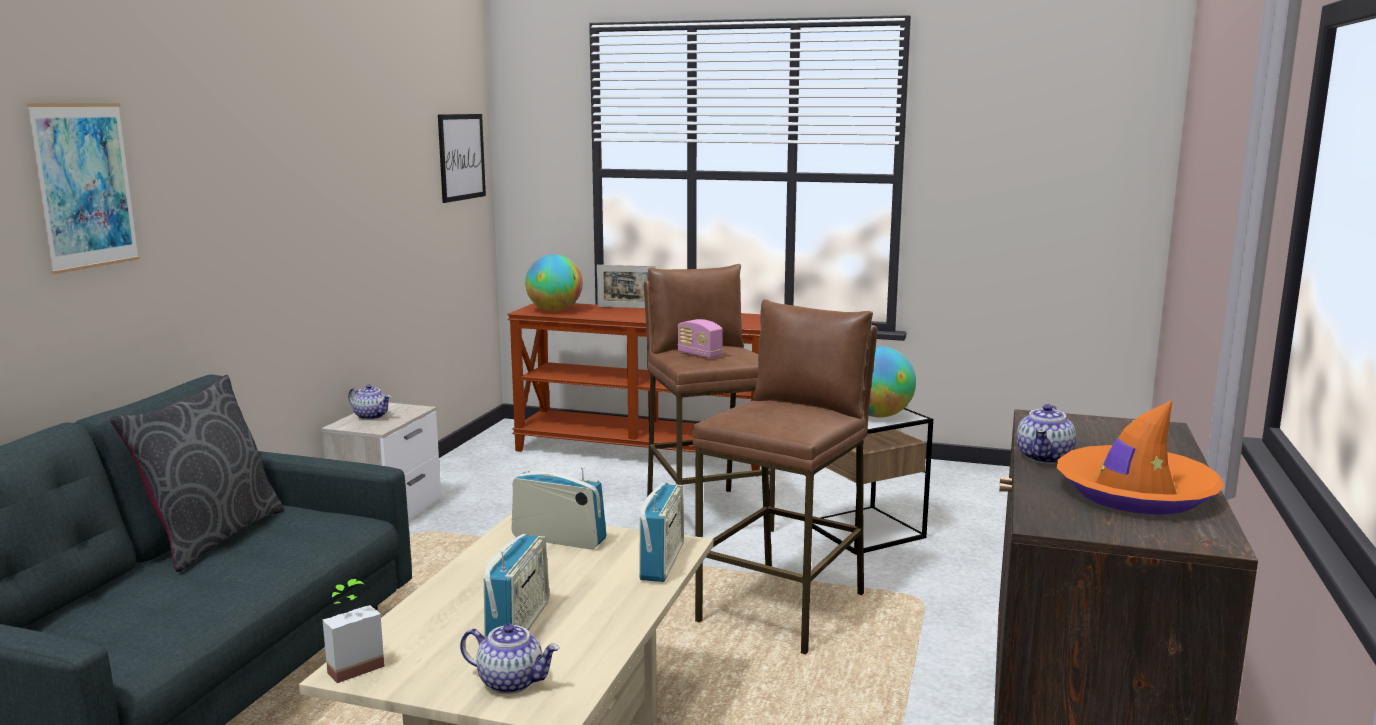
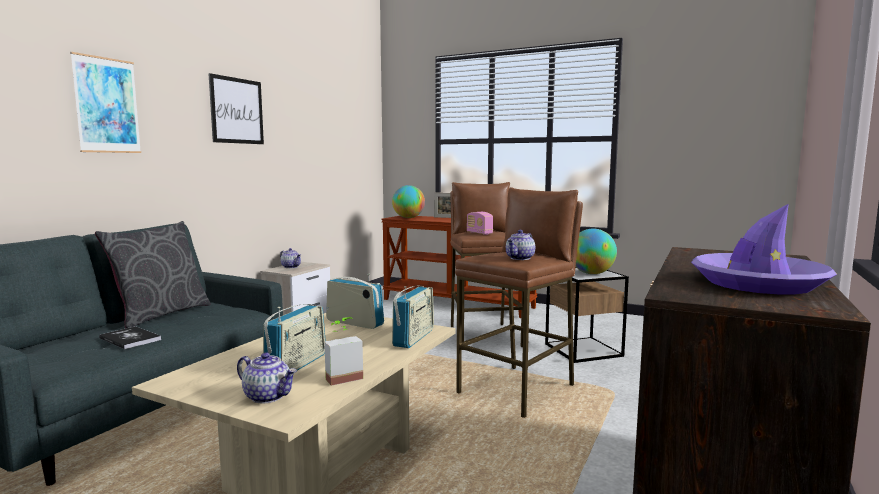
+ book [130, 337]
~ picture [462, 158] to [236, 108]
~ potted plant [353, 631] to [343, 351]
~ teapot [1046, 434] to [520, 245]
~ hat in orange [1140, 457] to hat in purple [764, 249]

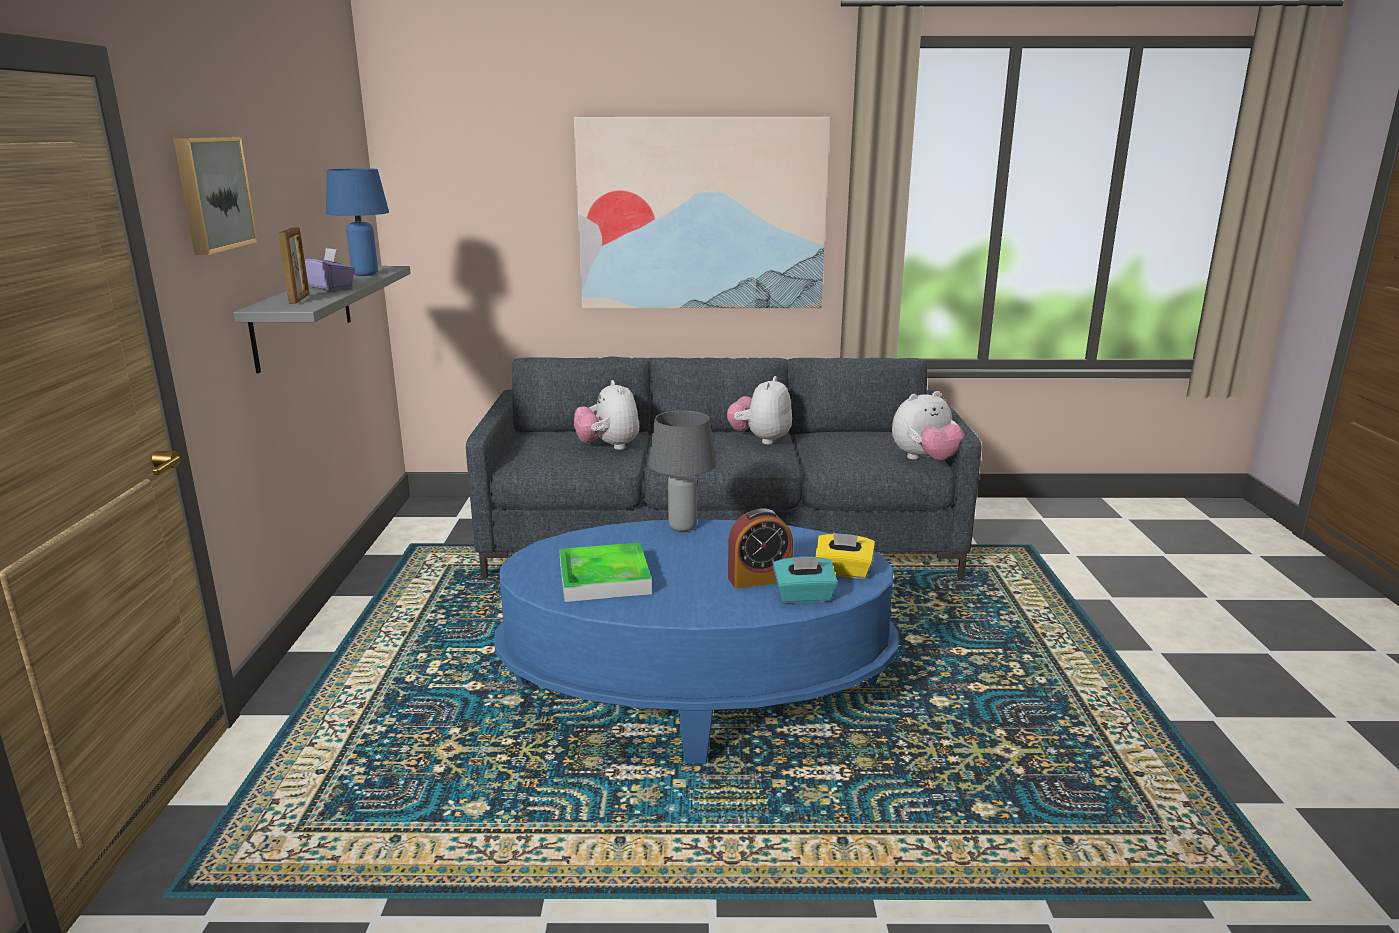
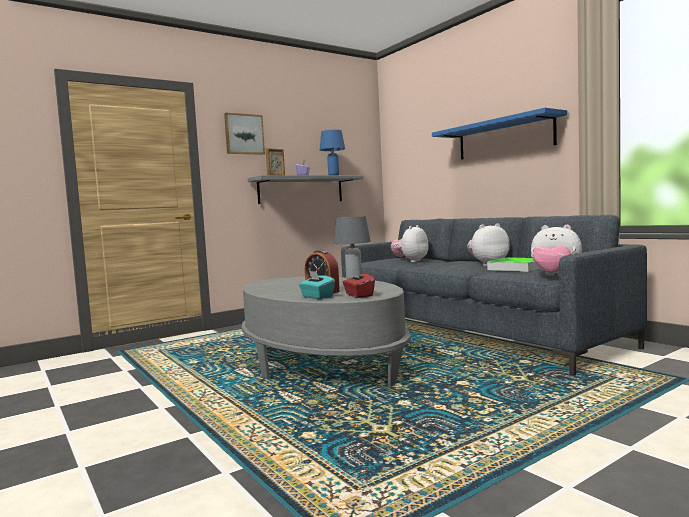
~ coffee table in blue [697, 641] to coffee table in grey [326, 332]
~ tissue box in yellow [845, 555] to tissue box in red [359, 283]
~ picture [702, 212] to shelf in blue [499, 133]
~ tray [605, 572] to [513, 264]

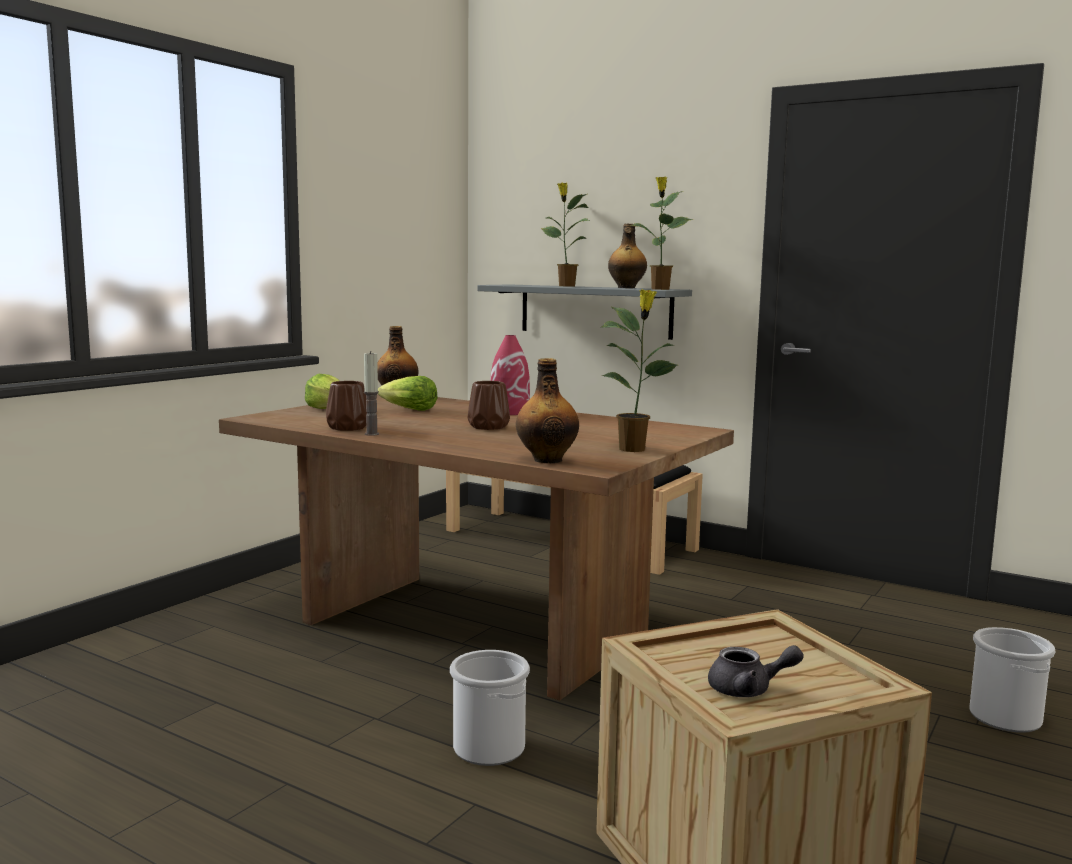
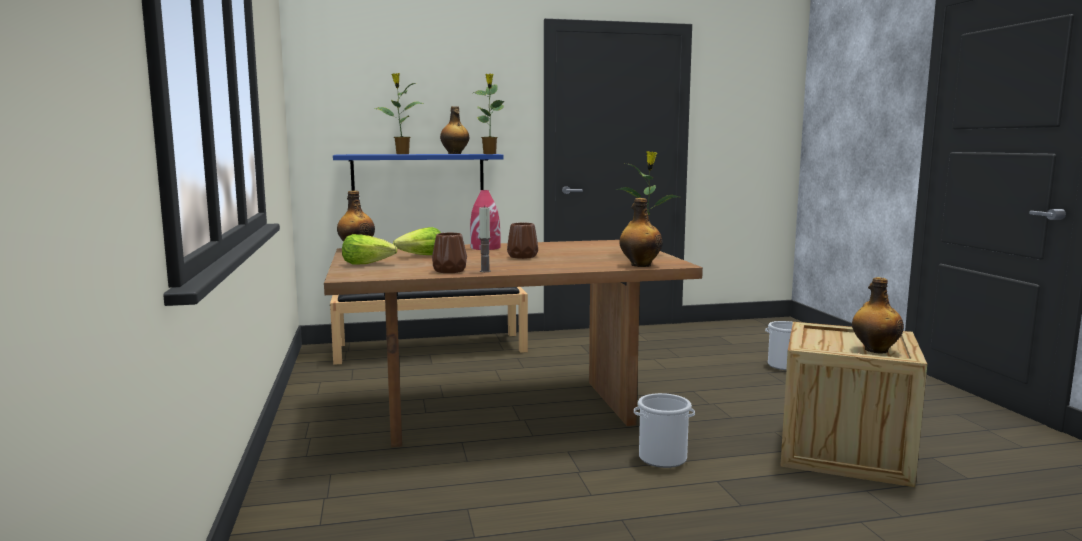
~ shelf in grey [584, 312] to shelf in blue [418, 172]
~ teapot in grey [756, 671] to bottle [878, 315]

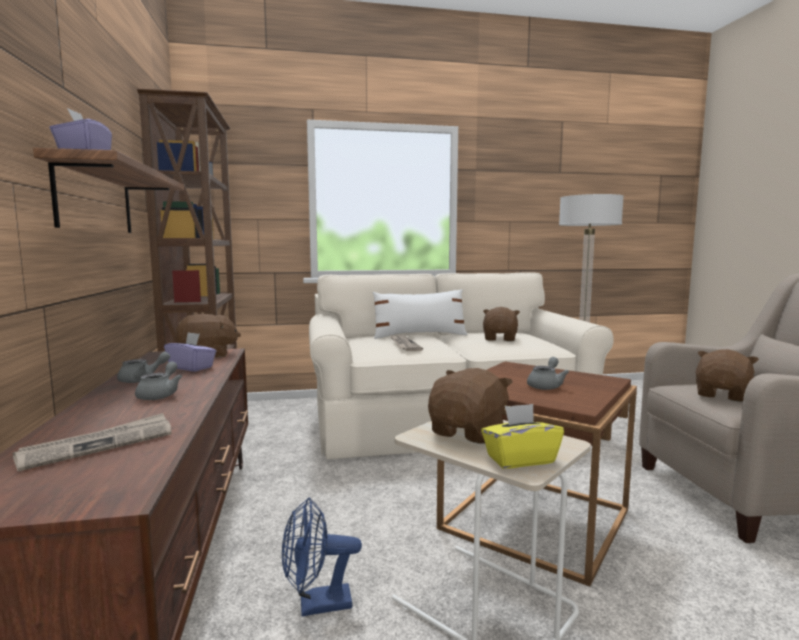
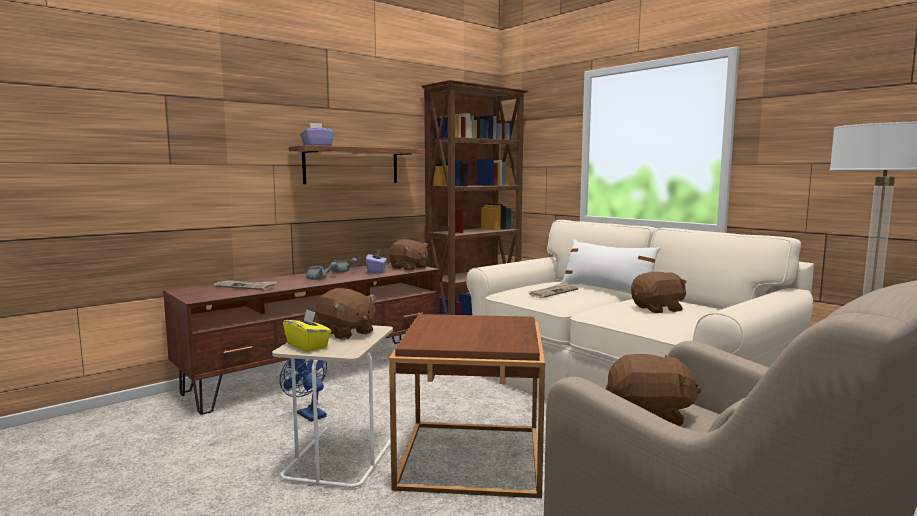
~ plush toy in brown [470, 406] = [346, 314] 45 degrees clockwise
- teapot in grey [548, 373]

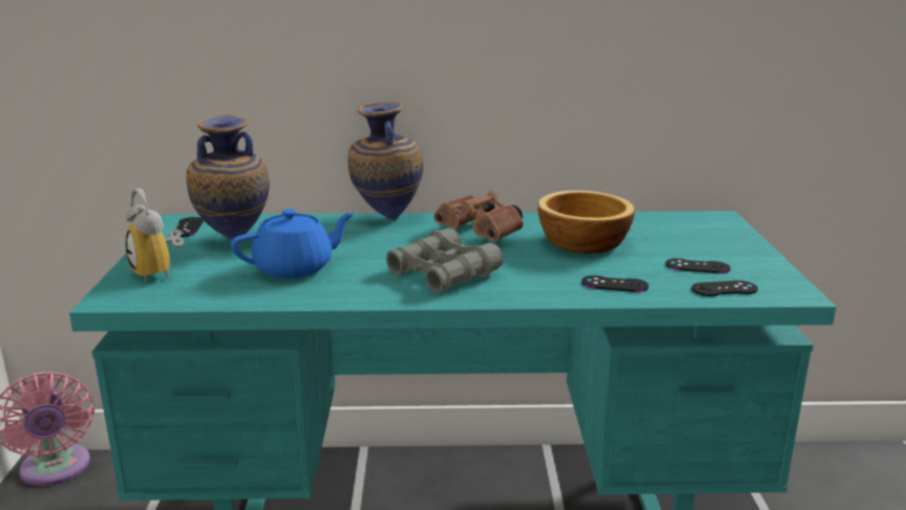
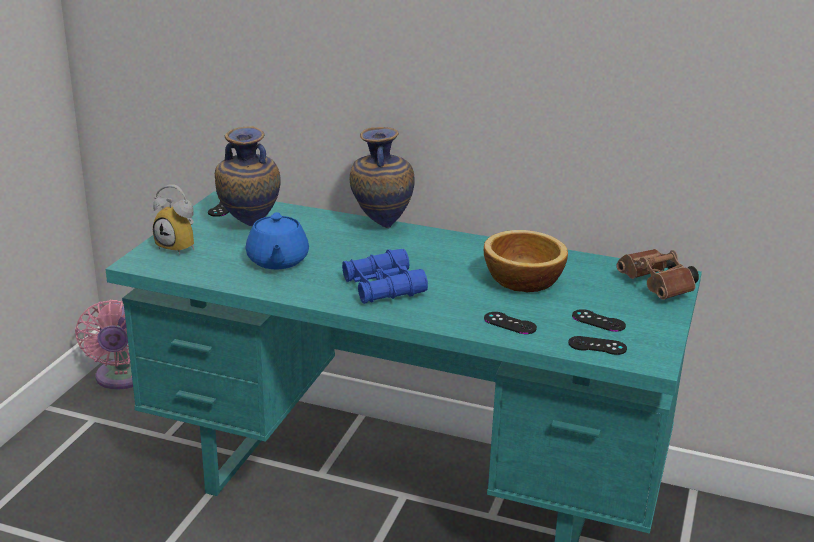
~ alarm clock [155, 235] = [173, 219] 45 degrees counterclockwise
~ teapot in blue [293, 244] = [277, 240] 90 degrees clockwise
~ binoculars in grey [444, 260] to binoculars in blue [385, 276]
~ binoculars in brown [478, 216] to [657, 274]

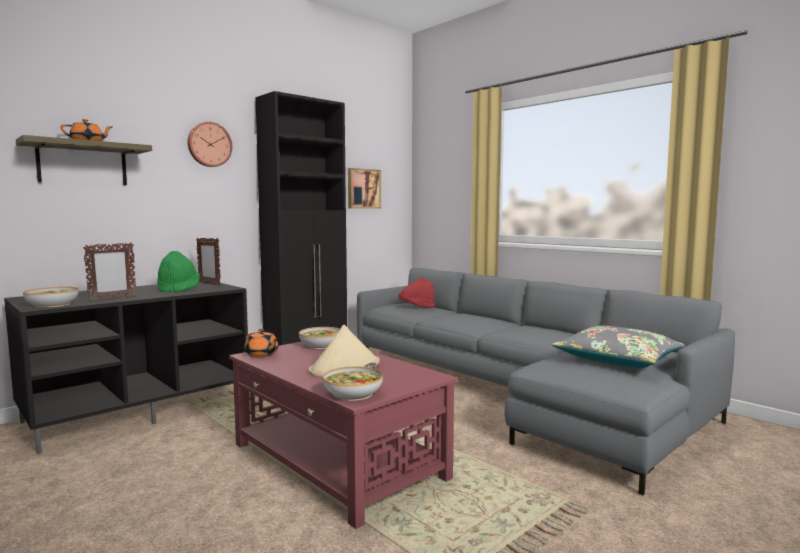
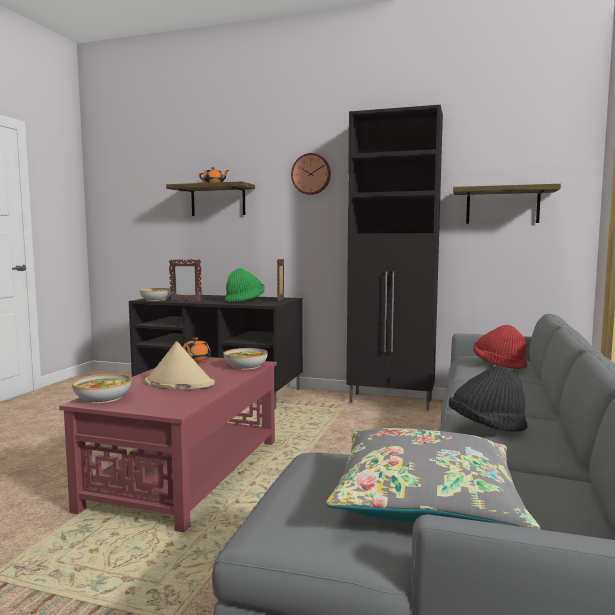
+ hat in black [488, 398]
~ picture [364, 188] to shelf [507, 204]

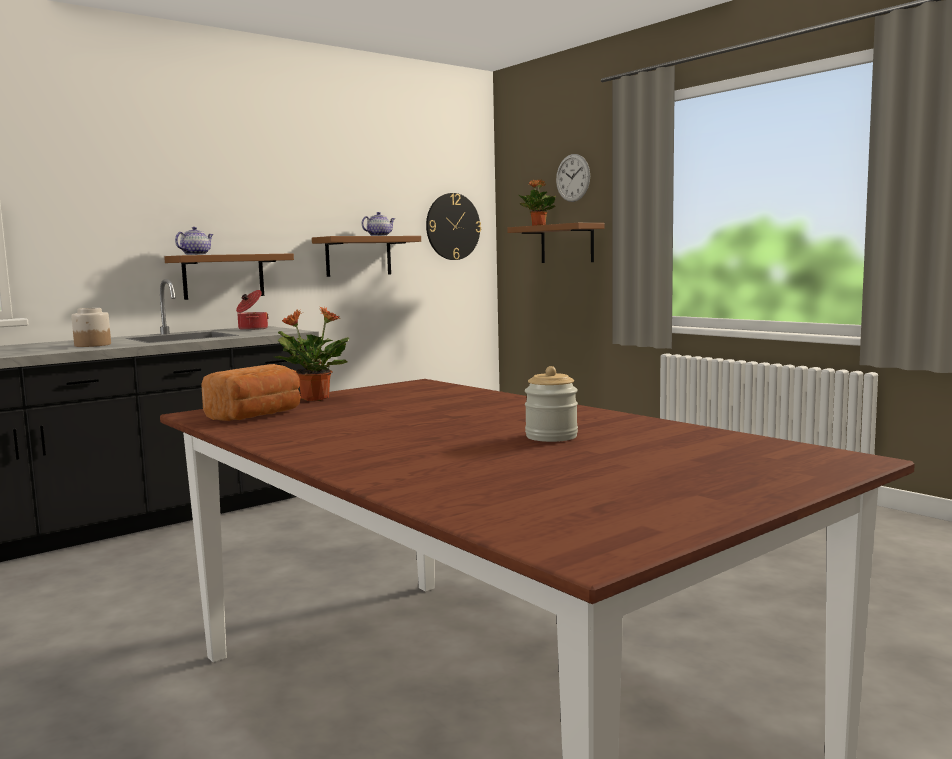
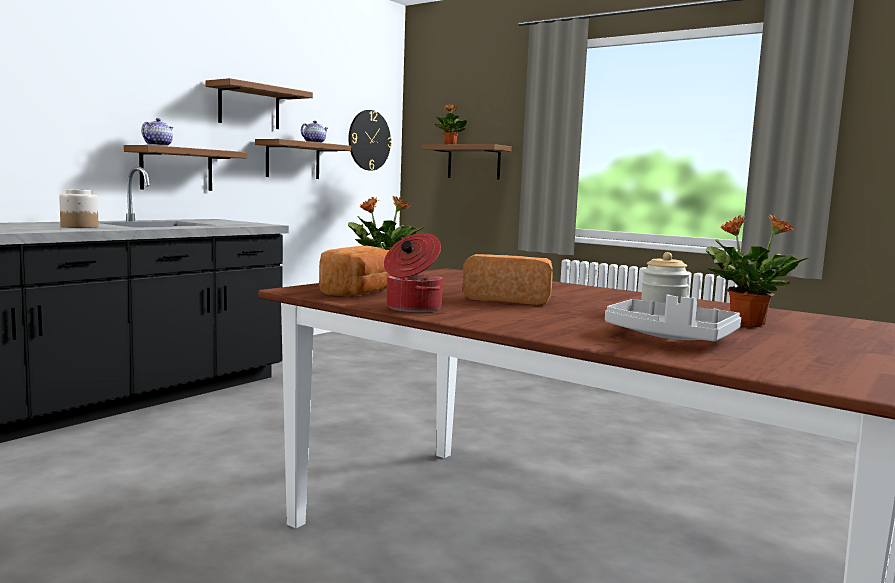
+ shelf in brown [259, 103]
~ cooking pot [252, 310] to [413, 272]
+ bread [507, 279]
+ tray in grey [673, 318]
+ potted plant [757, 270]
- wall clock [573, 178]

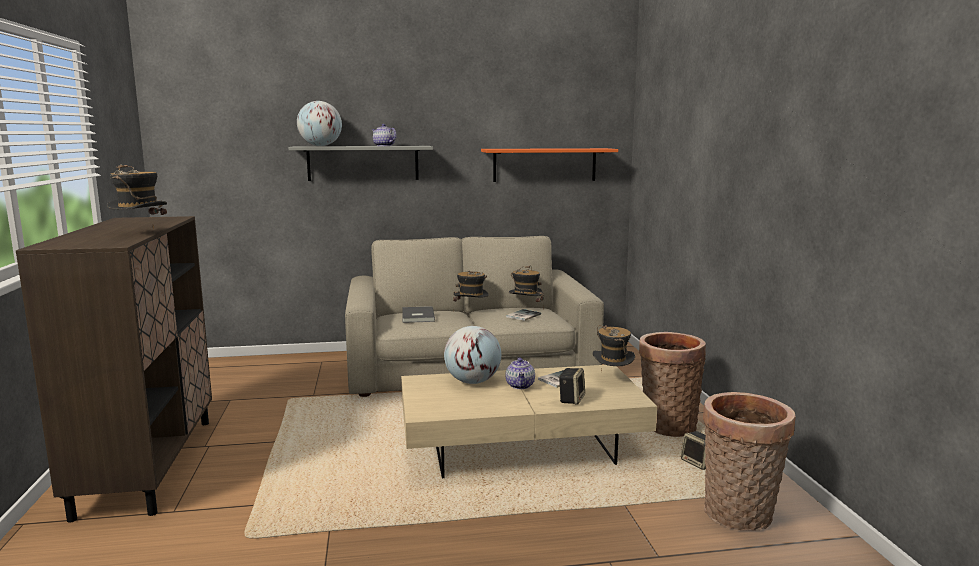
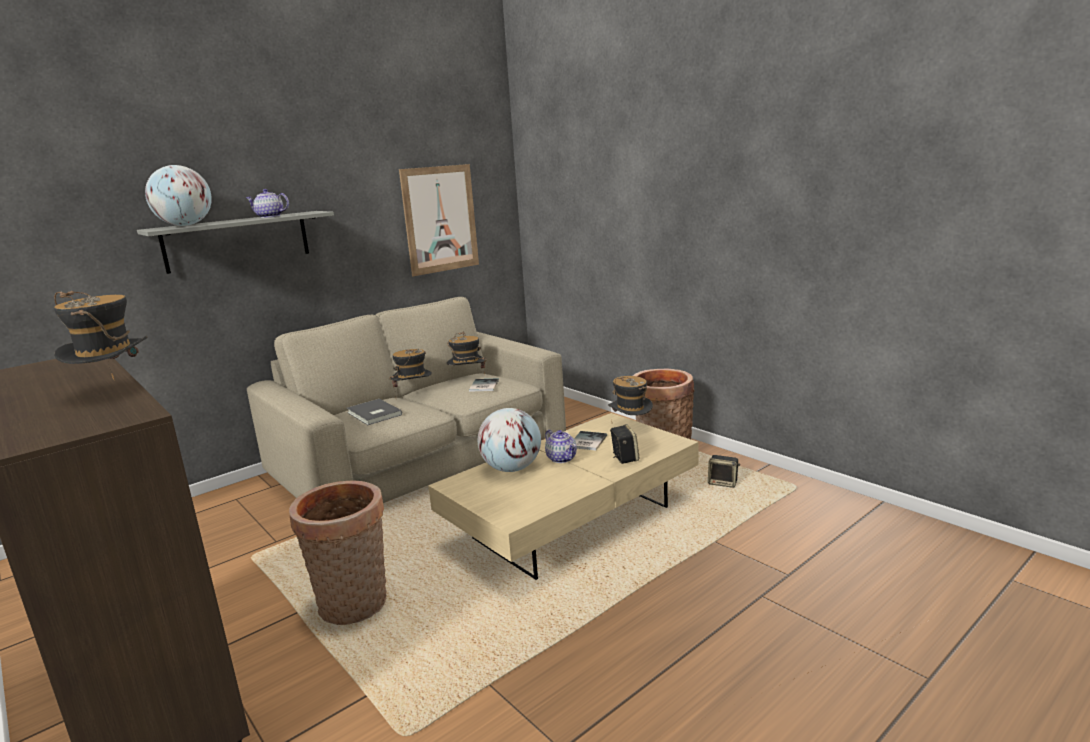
~ basket [749, 461] to [337, 552]
~ shelf in orange [549, 165] to picture [439, 220]

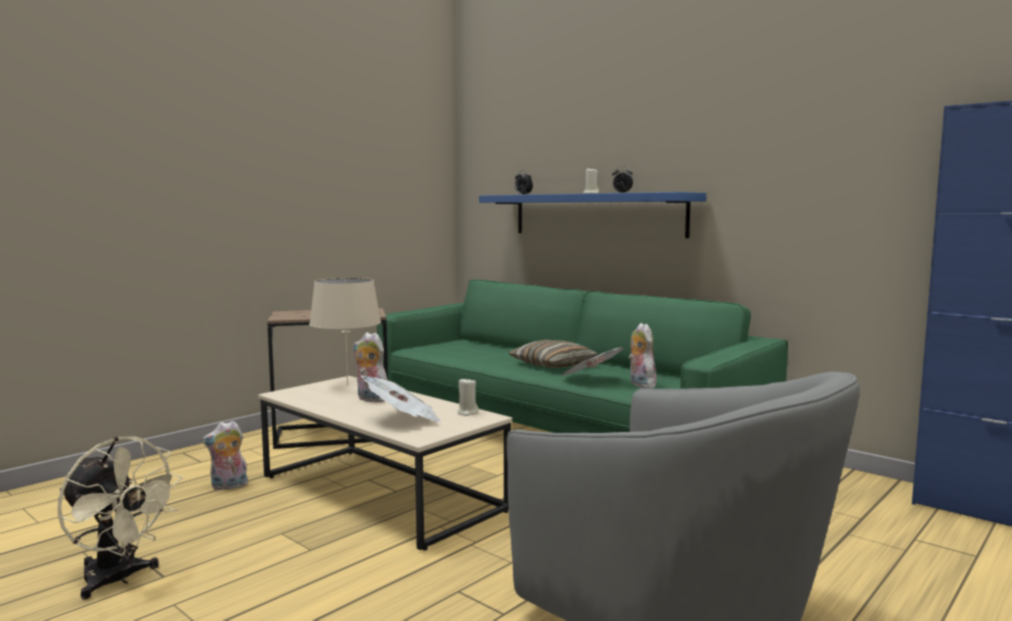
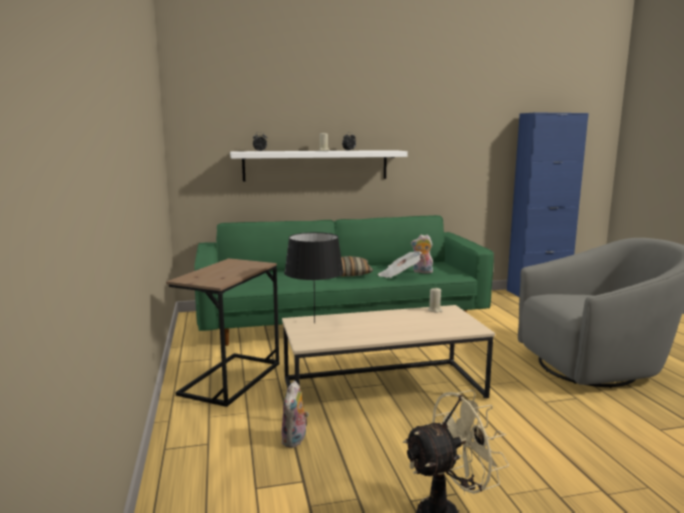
~ shelf in blue [592, 215] to shelf in white [319, 166]
~ table lamp in beige [345, 332] to table lamp in black [314, 277]
- plush toy [370, 367]
- newspaper [401, 399]

